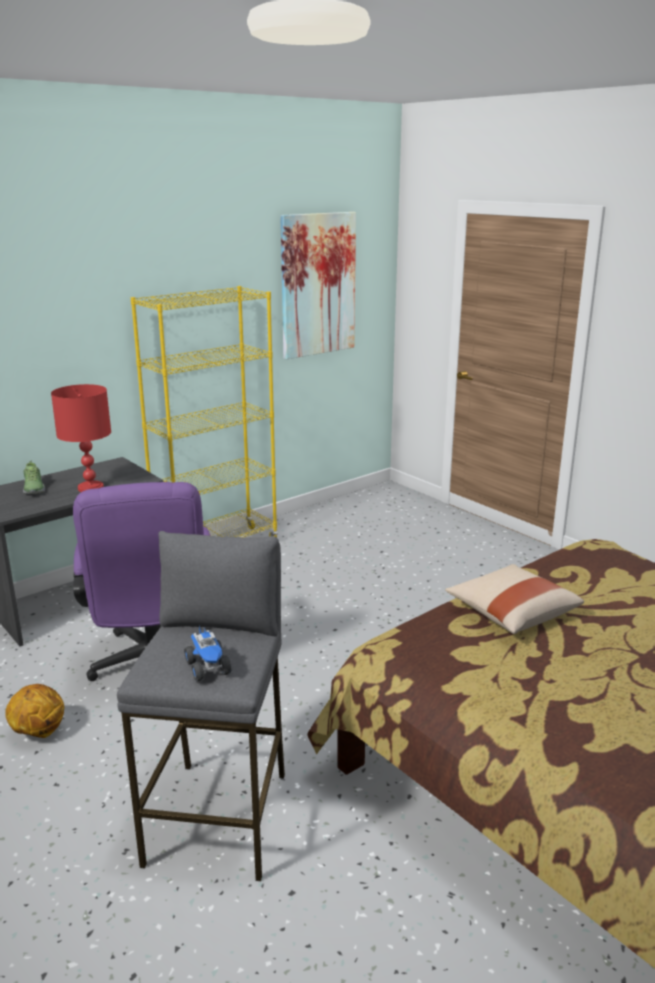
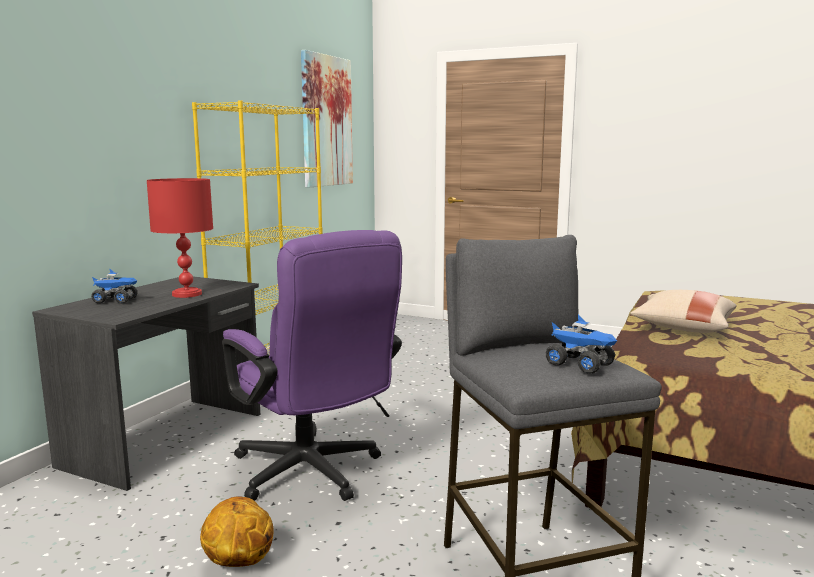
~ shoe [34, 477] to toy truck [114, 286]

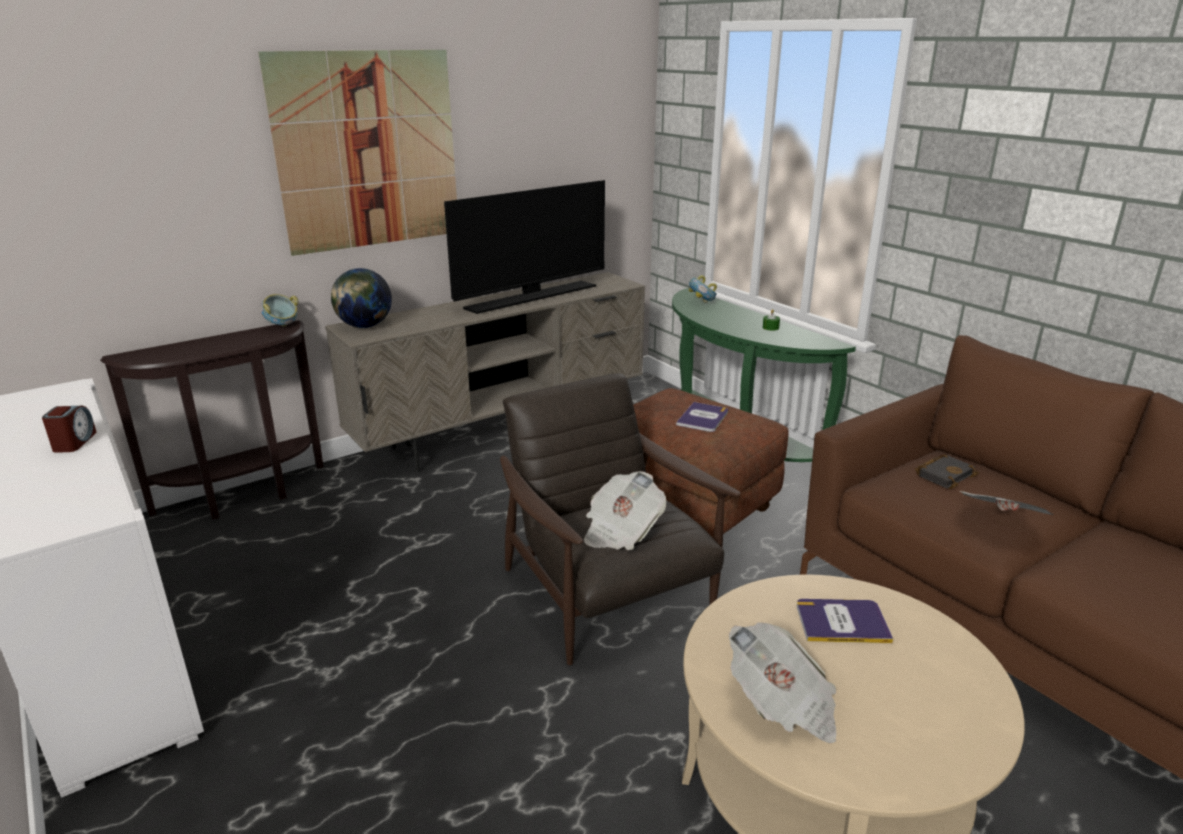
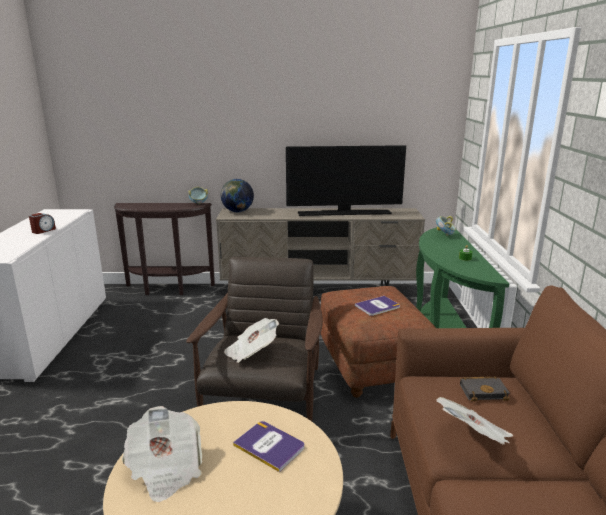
- picture [357, 153]

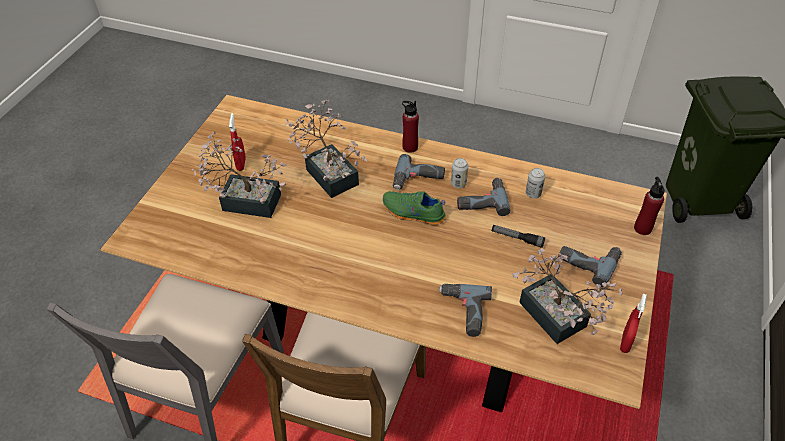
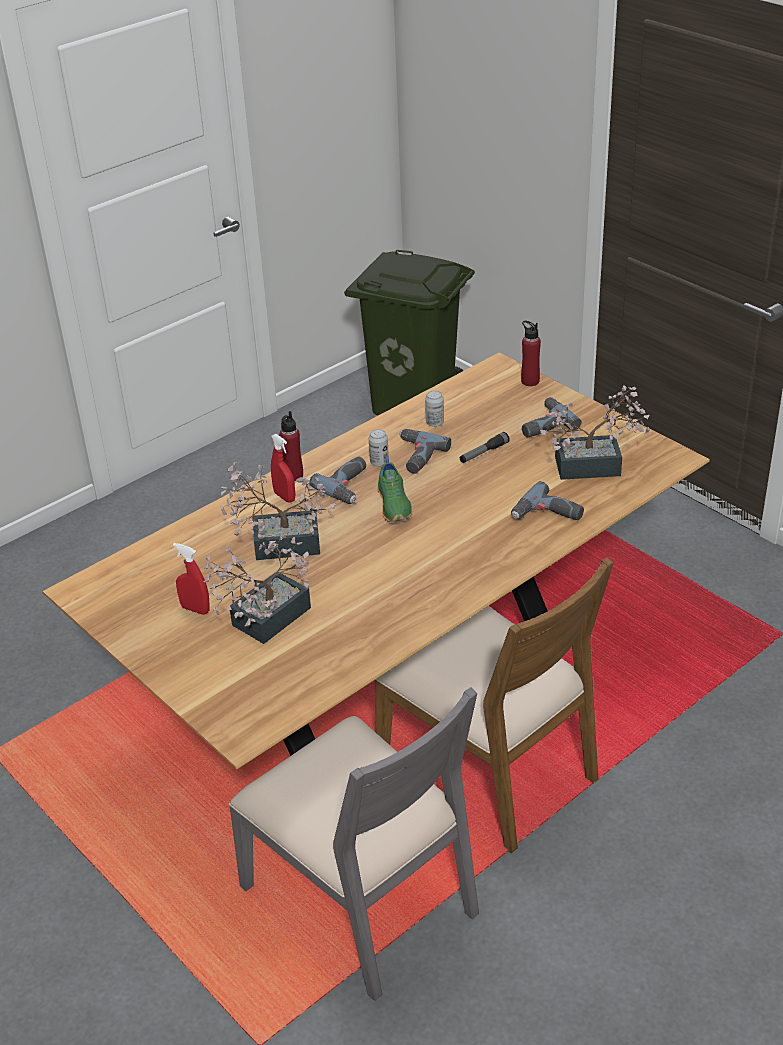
~ spray bottle in red [633, 323] to [283, 468]
~ shoe in green [414, 208] = [394, 489] 60 degrees counterclockwise

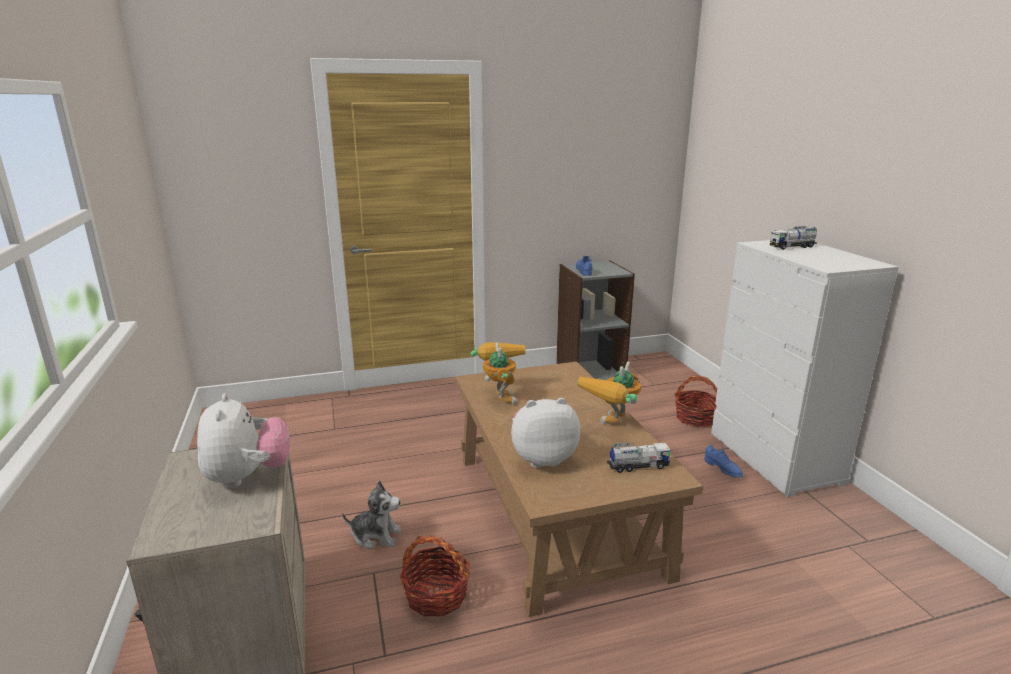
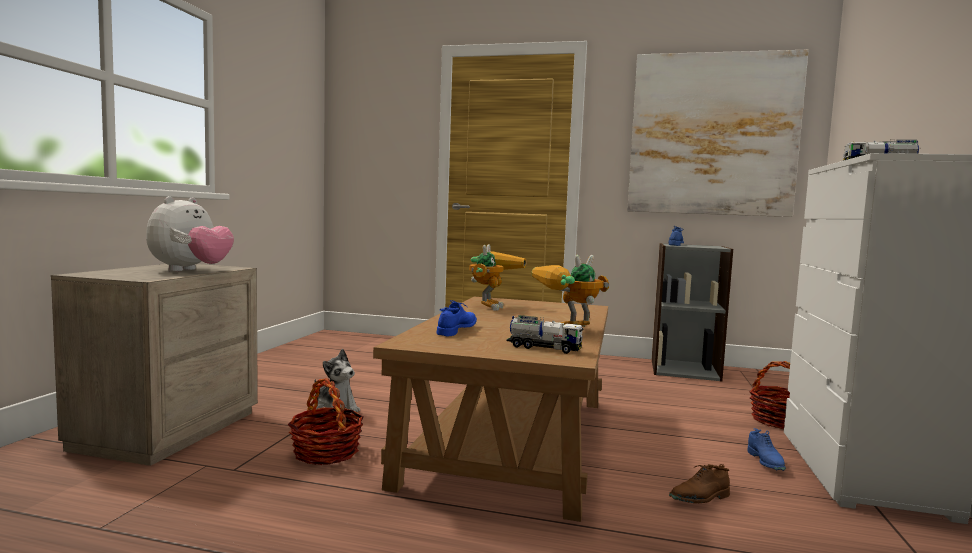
~ plush toy [546, 433] to shoe in blue [456, 318]
+ picture [718, 133]
+ shoe in brown [699, 483]

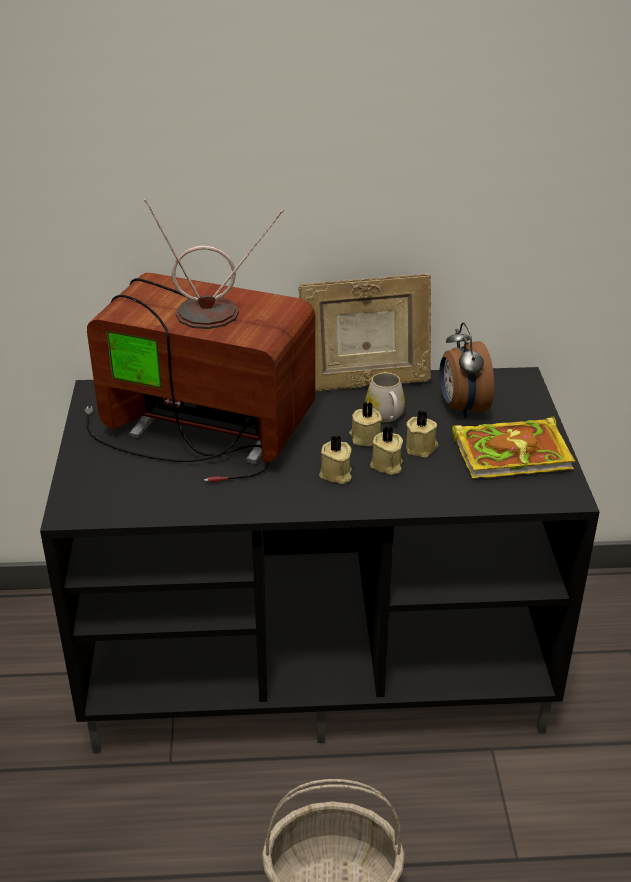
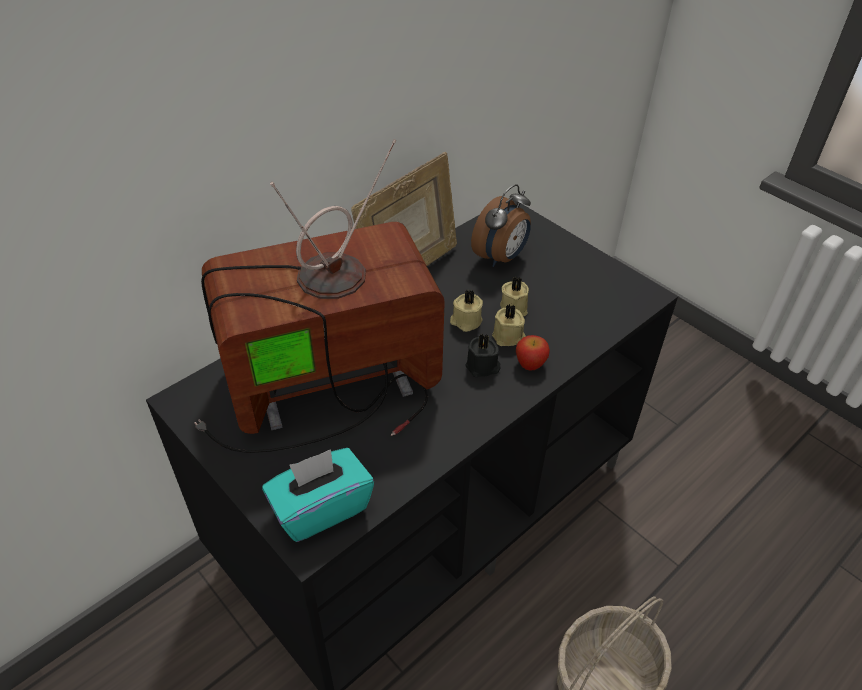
+ tissue box in turquoise [318, 495]
~ candle in beige [335, 459] to candle in black [483, 355]
~ alarm clock [466, 370] = [501, 225] 90 degrees counterclockwise
+ apple [533, 353]
- mug in white [385, 397]
- book [513, 447]

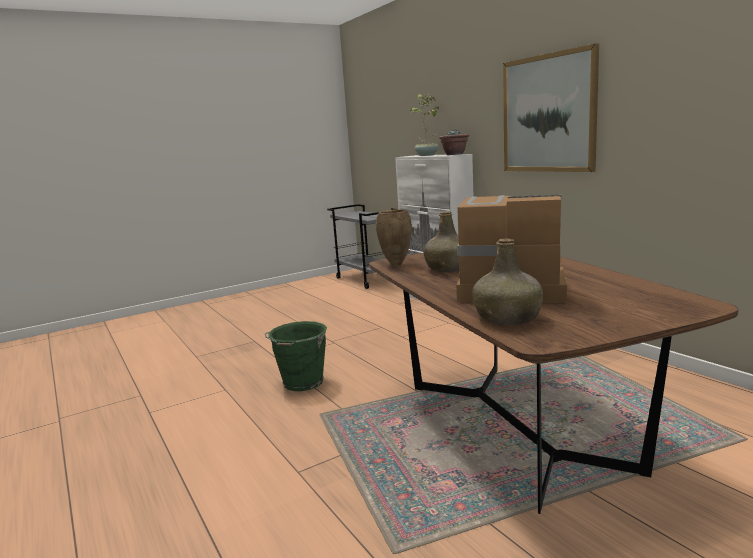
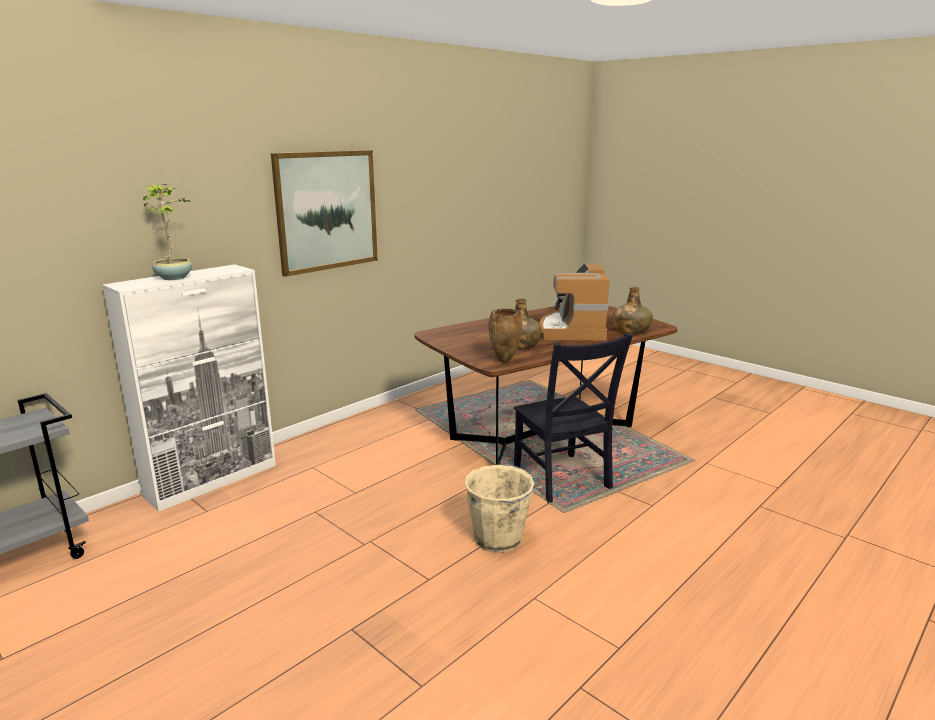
~ bucket in green [296, 356] to bucket in beige [503, 508]
+ chair in black [573, 418]
- potted plant [454, 142]

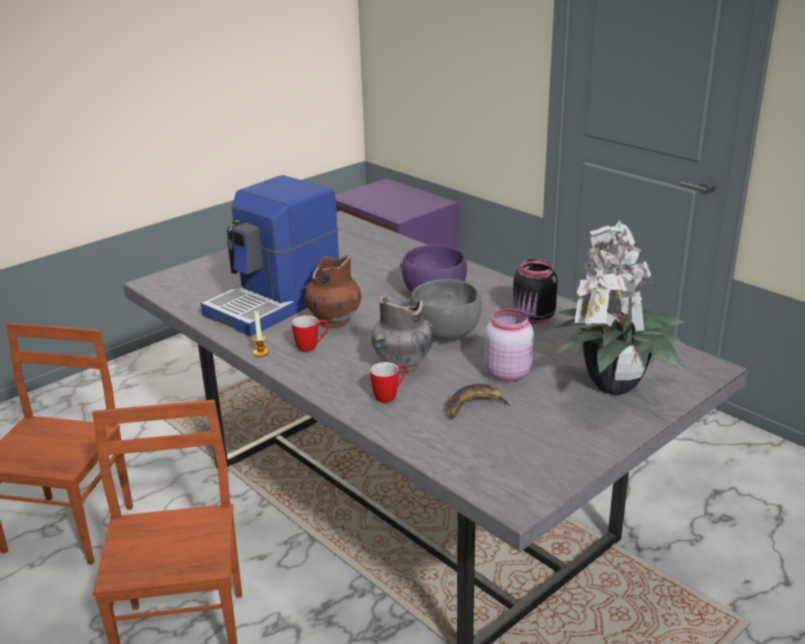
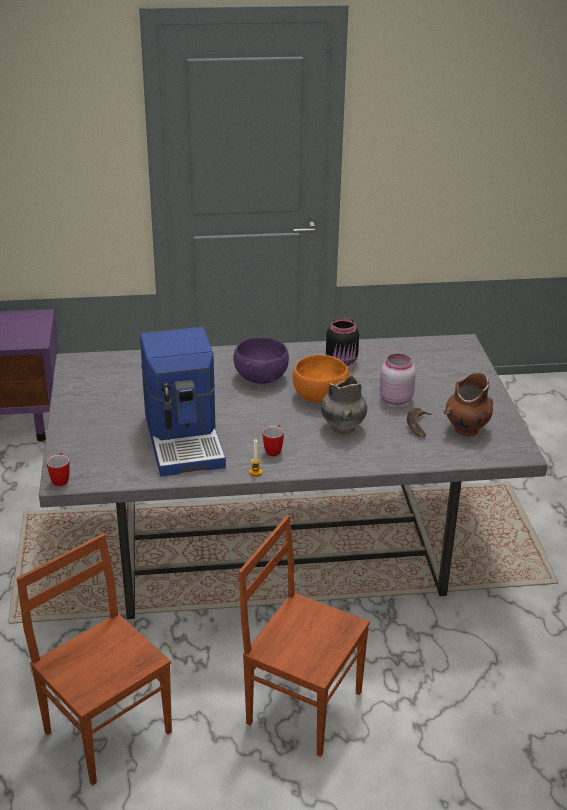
~ mug [388, 382] to [58, 469]
~ bowl in grey [446, 309] to bowl in orange [321, 378]
~ vase in brown [333, 291] to [468, 404]
- potted plant [616, 308]

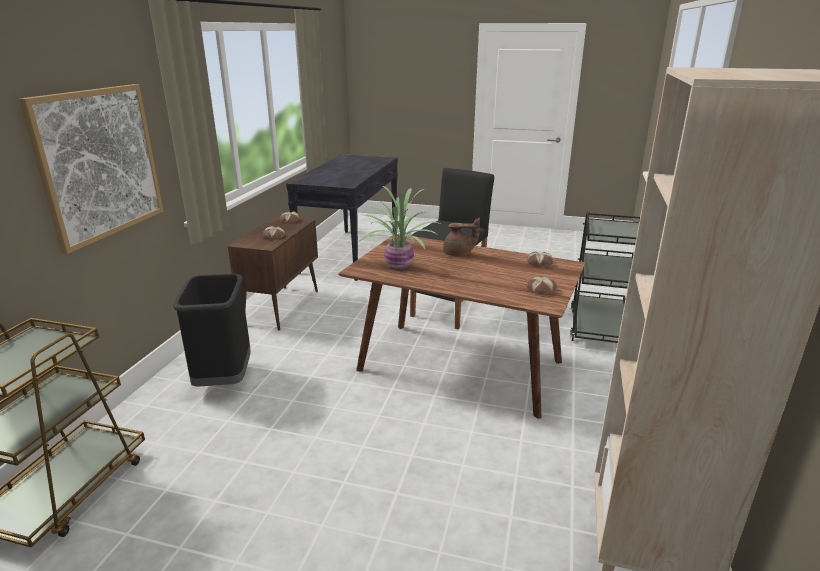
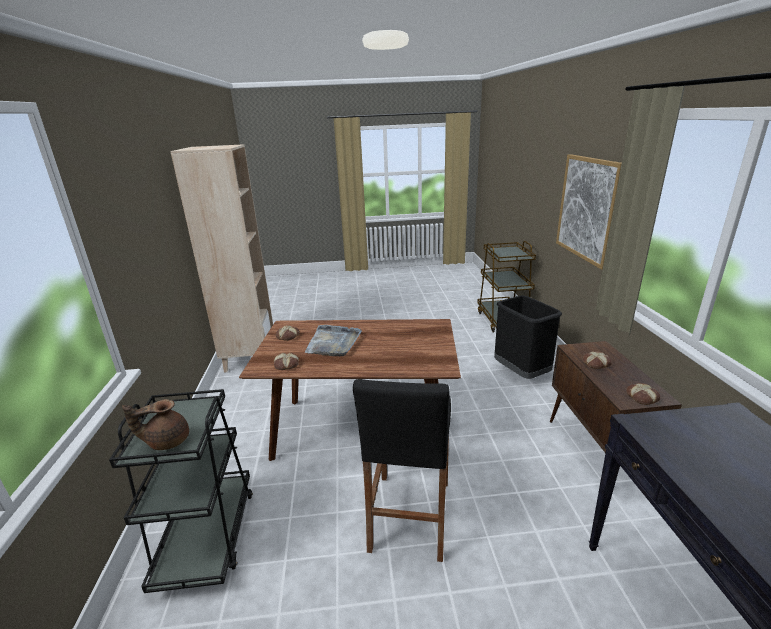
~ teapot in brown [461, 236] to [155, 424]
+ tray in grey [333, 340]
- potted plant [399, 227]

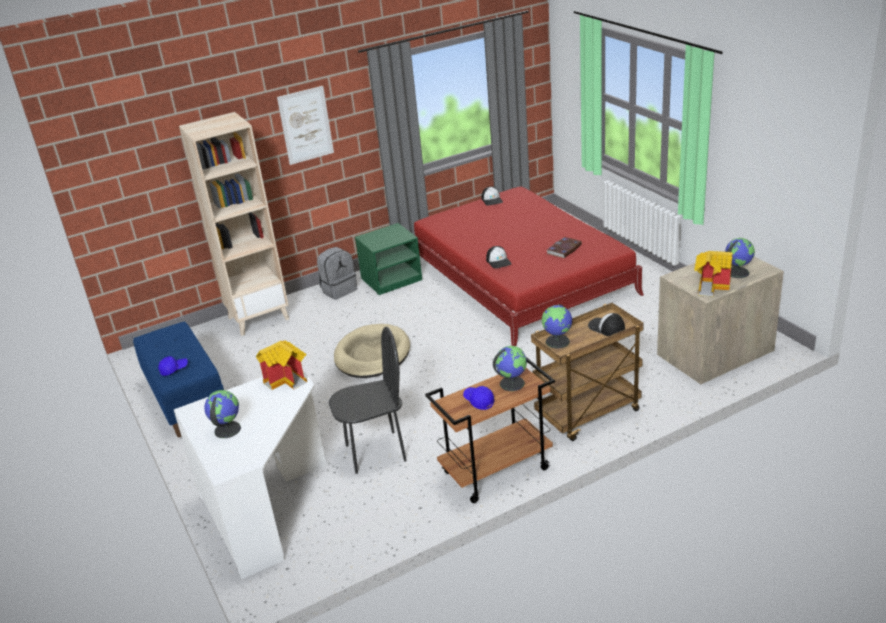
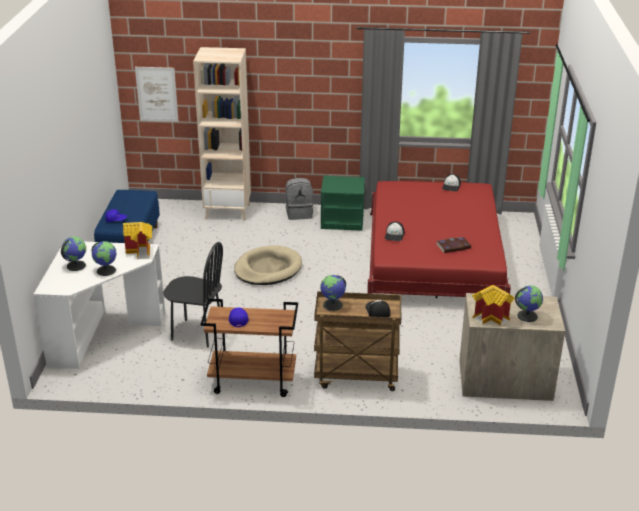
~ globe [510, 368] to [104, 258]
~ picture [305, 125] to [157, 94]

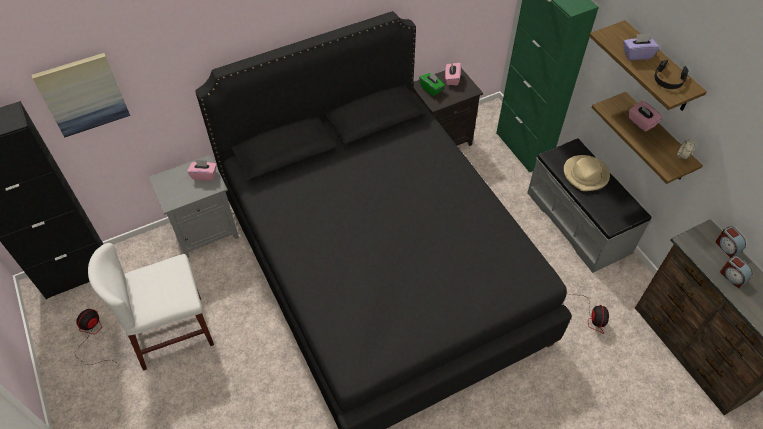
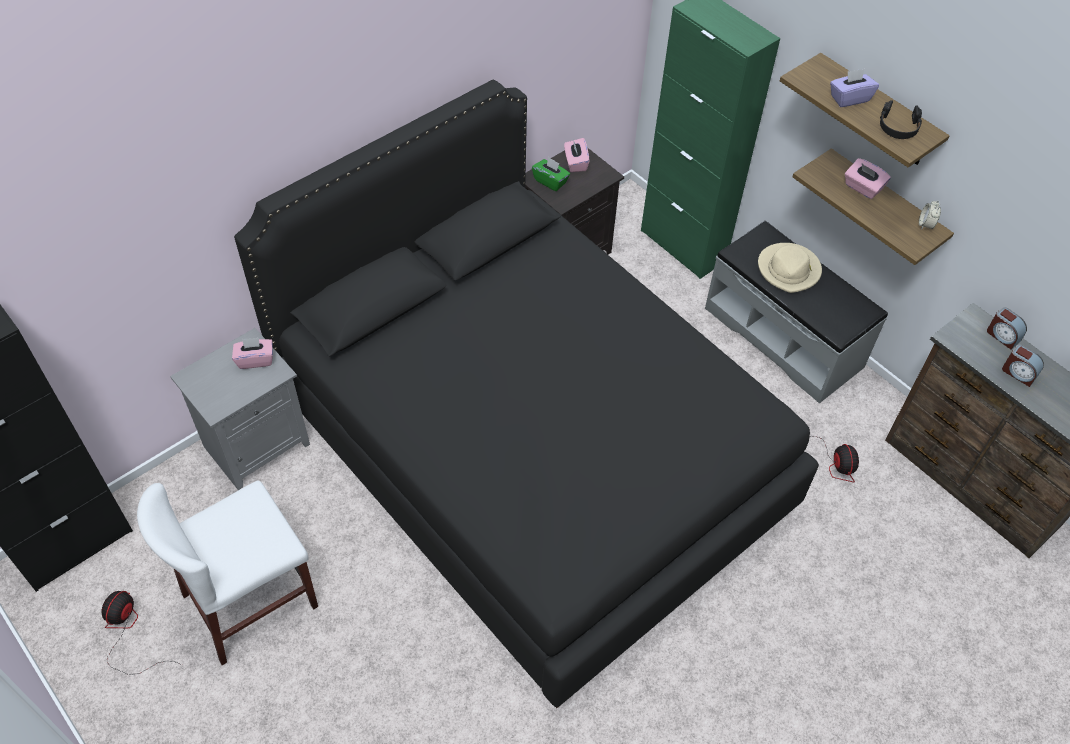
- picture [81, 95]

